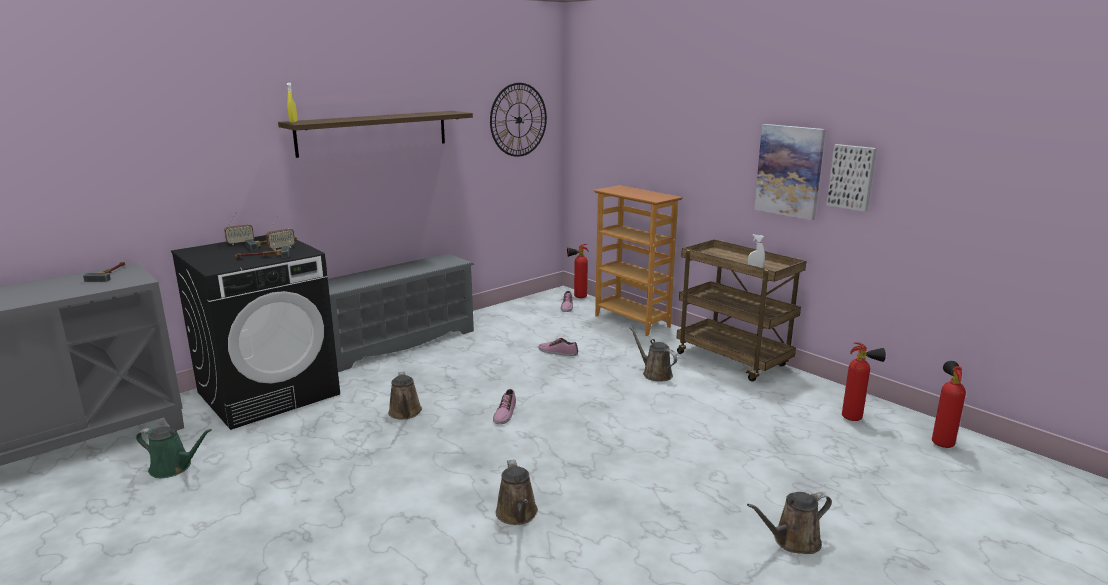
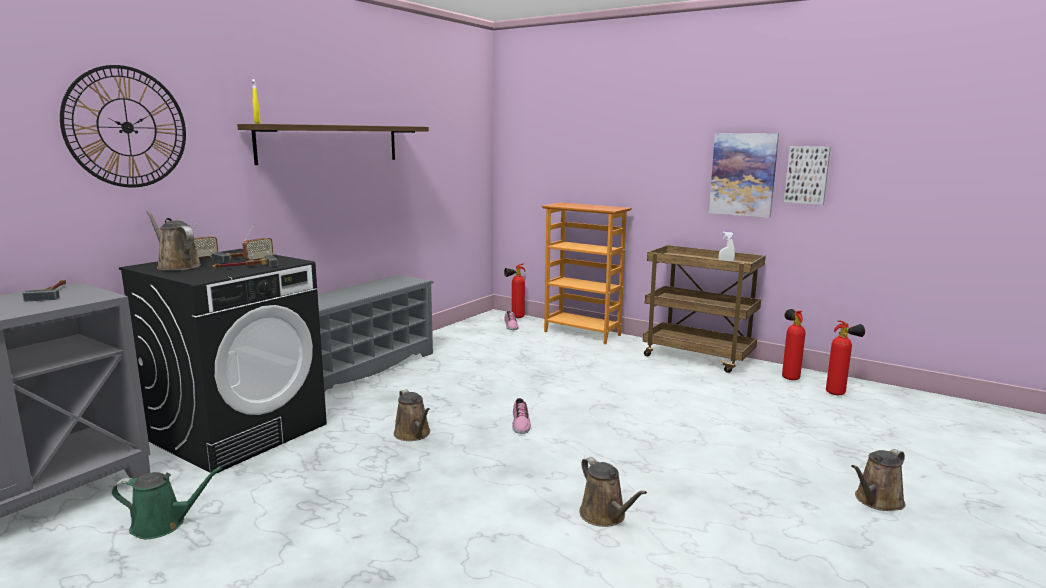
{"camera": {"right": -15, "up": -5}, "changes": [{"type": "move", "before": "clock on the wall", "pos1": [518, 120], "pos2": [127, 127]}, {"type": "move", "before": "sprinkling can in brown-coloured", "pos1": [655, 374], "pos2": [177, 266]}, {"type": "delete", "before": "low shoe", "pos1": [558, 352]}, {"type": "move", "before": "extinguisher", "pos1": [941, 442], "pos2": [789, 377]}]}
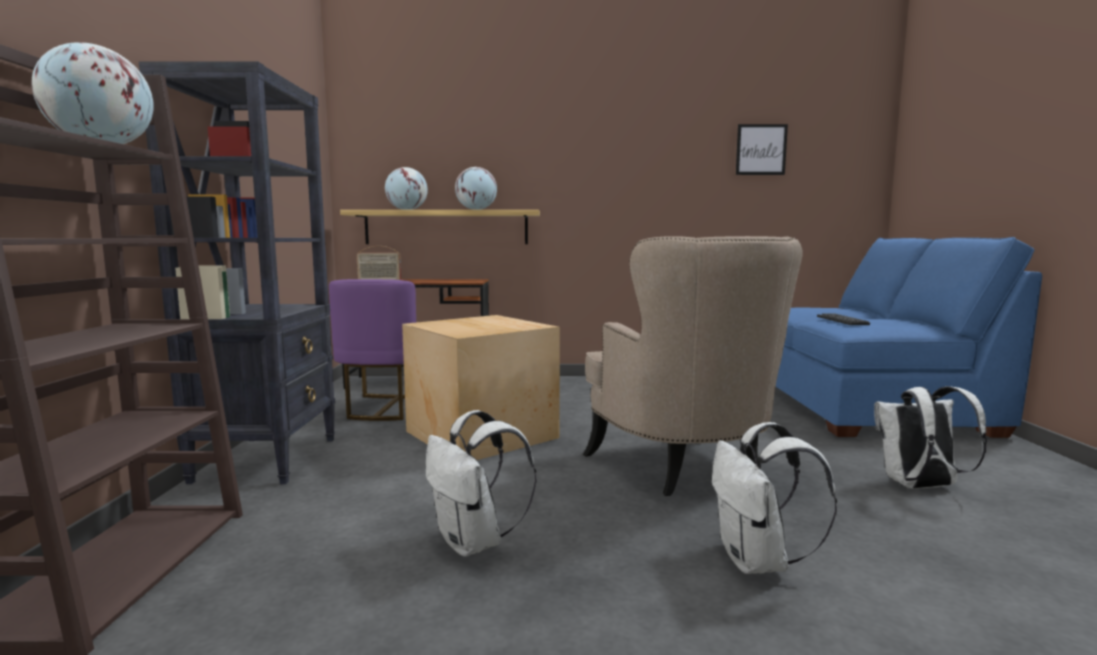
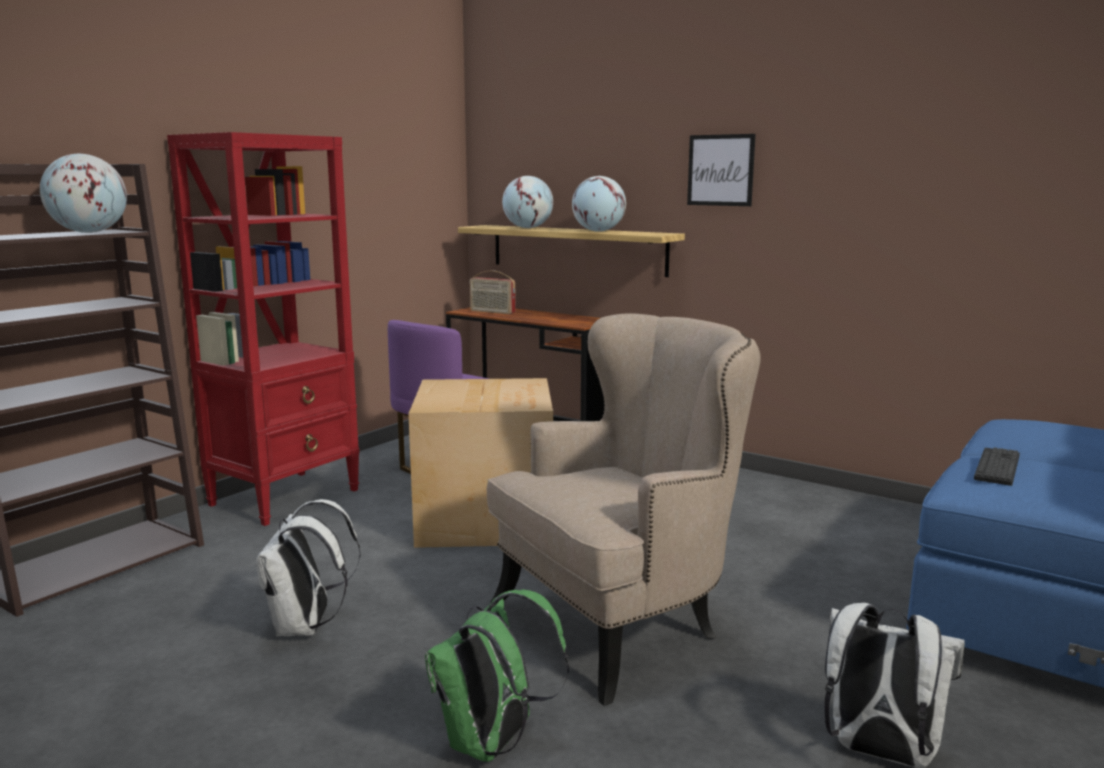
{"camera": {"right": 35, "up": 5}, "changes": [{"type": "recolor", "before": "shelving unit in black-coloured", "after": "shelving unit in red-coloured", "pos1": [268, 459], "pos2": [286, 497]}, {"type": "move", "before": "wall art", "pos1": [761, 149], "pos2": [720, 170]}, {"type": "rotate", "before": "lounge chair in beige-coloured", "pos1": [686, 468], "pos2": [620, 623], "turn": -135}, {"type": "recolor", "before": "knapsack in whitish", "after": "knapsack in green-coloured", "pos1": [758, 562], "pos2": [492, 744]}]}
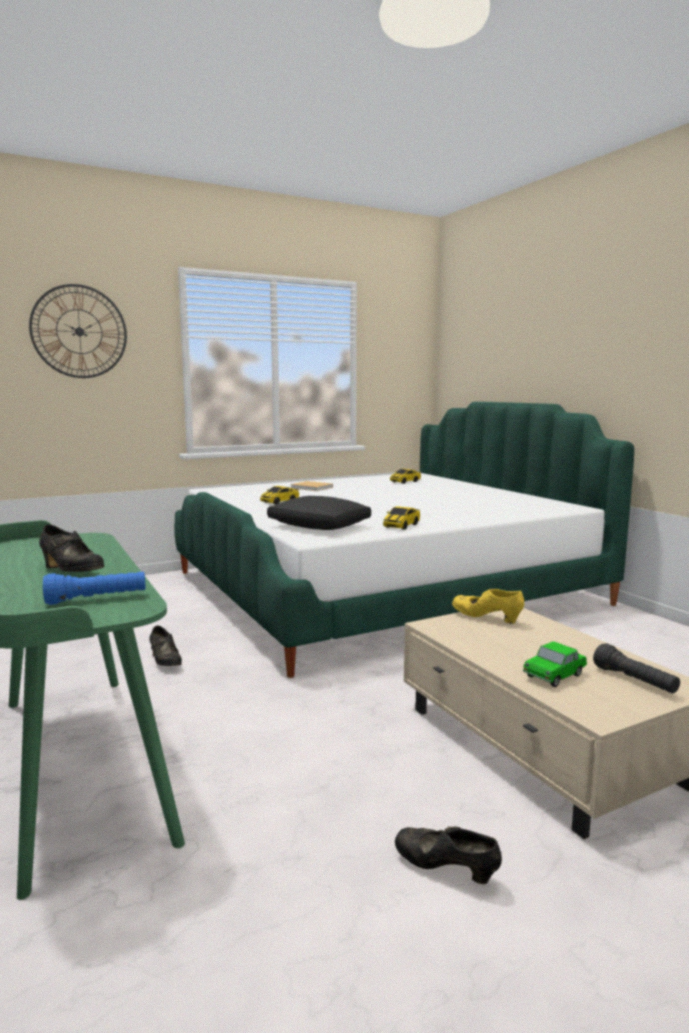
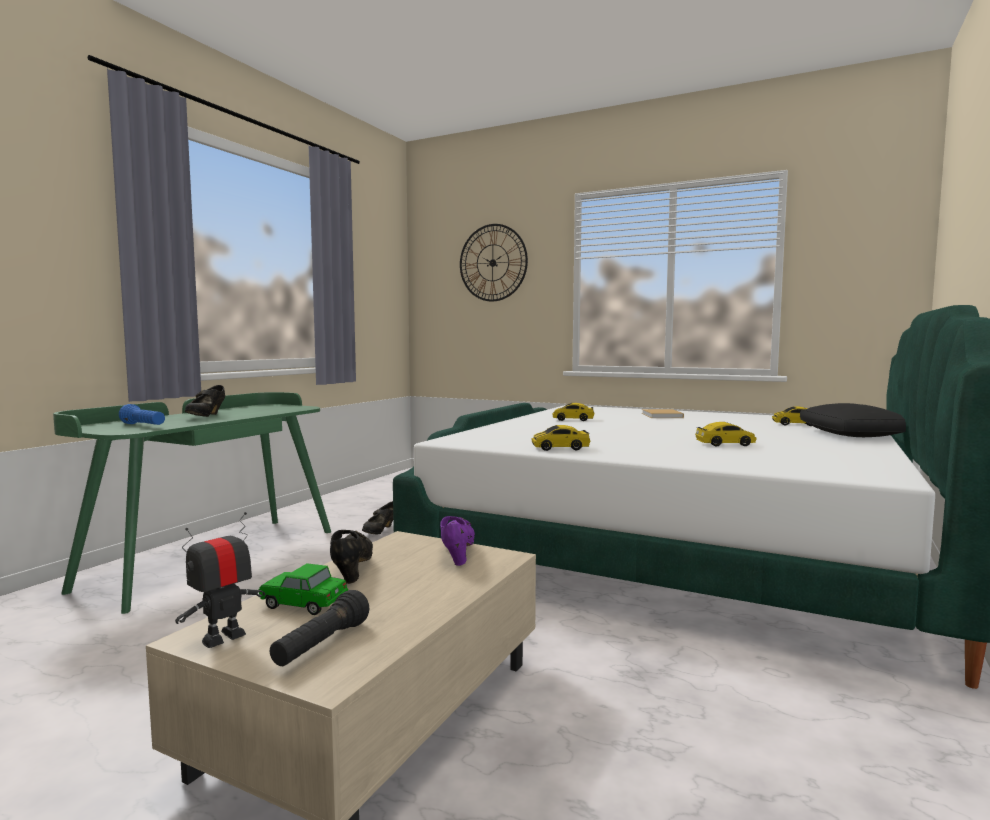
{"camera": {"right": 55, "up": -5}, "changes": [{"type": "move", "before": "pillow in black-coloured", "pos1": [320, 526], "pos2": [852, 435]}, {"type": "recolor", "before": "low shoe in yellowish", "after": "low shoe in purplish", "pos1": [486, 618], "pos2": [456, 553]}, {"type": "move", "before": "low shoe in black-coloured", "pos1": [445, 869], "pos2": [351, 569]}, {"type": "insert", "after": "miniature car", "pos2": [725, 444]}, {"type": "insert", "after": "robot figure", "pos2": [223, 638]}]}
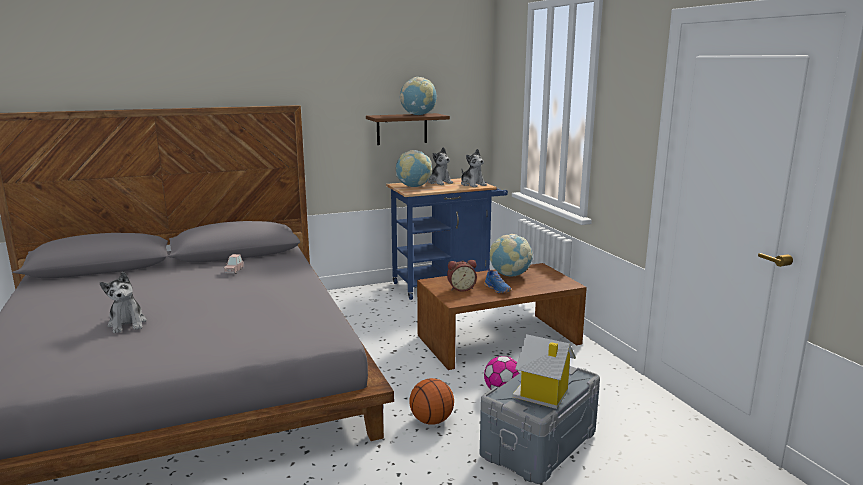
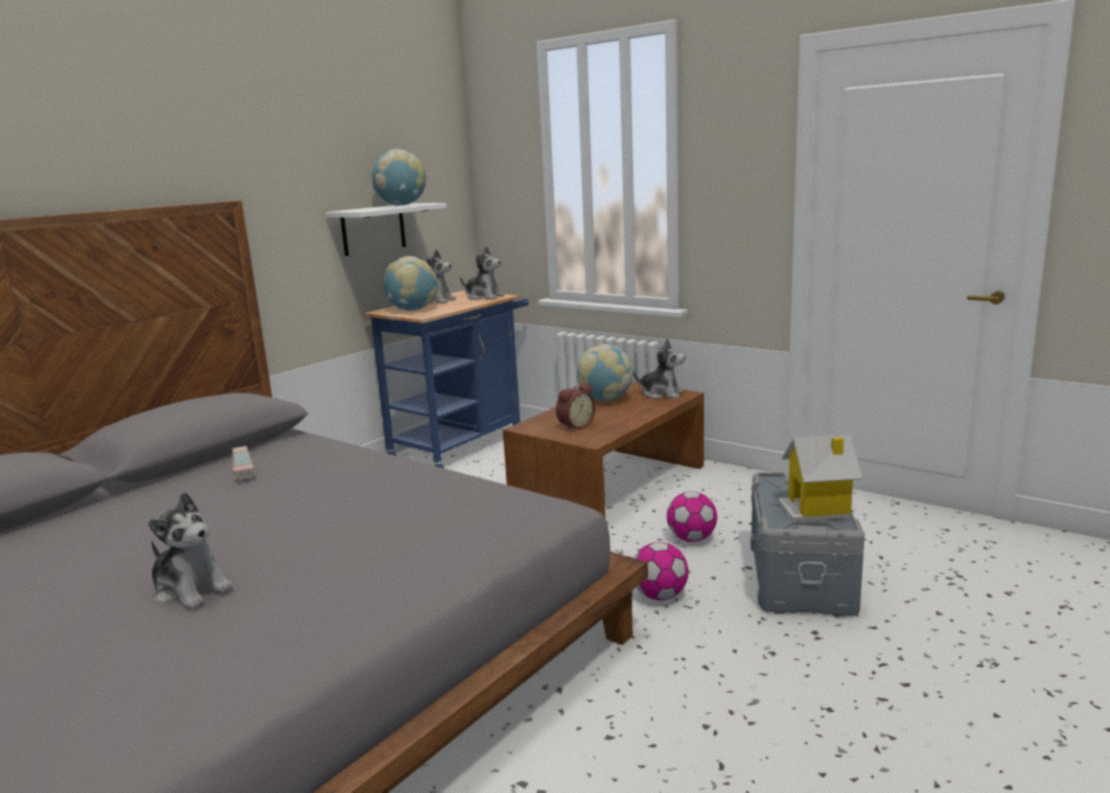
{"camera": {"right": -30, "up": 0}, "changes": [{"type": "recolor", "before": "shelf in brown-coloured", "after": "shelf in whitish", "pos1": [402, 129], "pos2": [373, 229]}, {"type": "delete", "before": "low shoe in blue-coloured", "pos1": [498, 289]}, {"type": "replace", "before": "ball for basketball", "after": "football", "pos1": [431, 421], "pos2": [659, 596]}, {"type": "insert", "after": "soft toy", "pos2": [661, 394]}]}
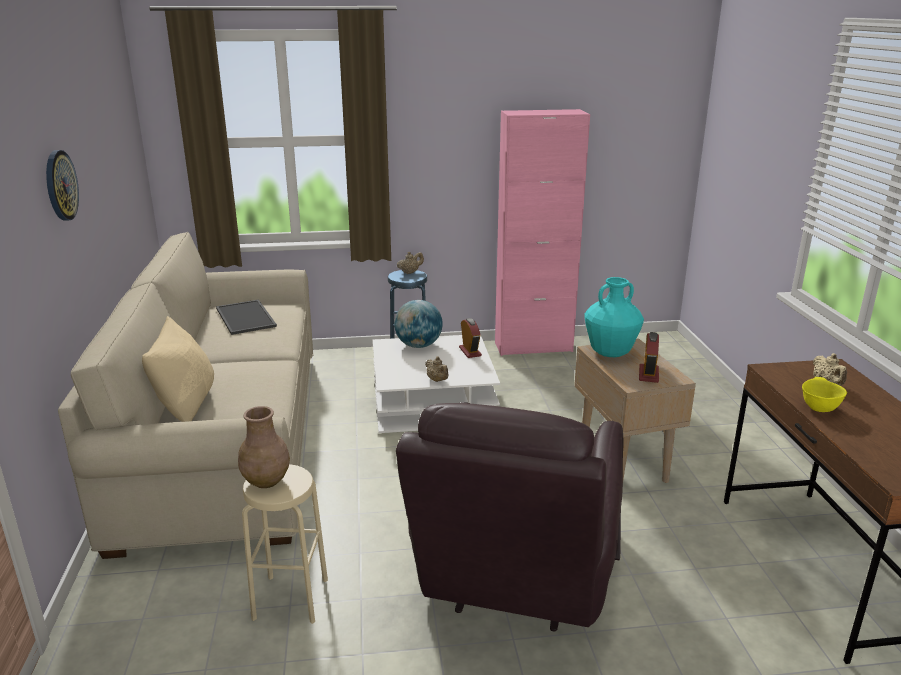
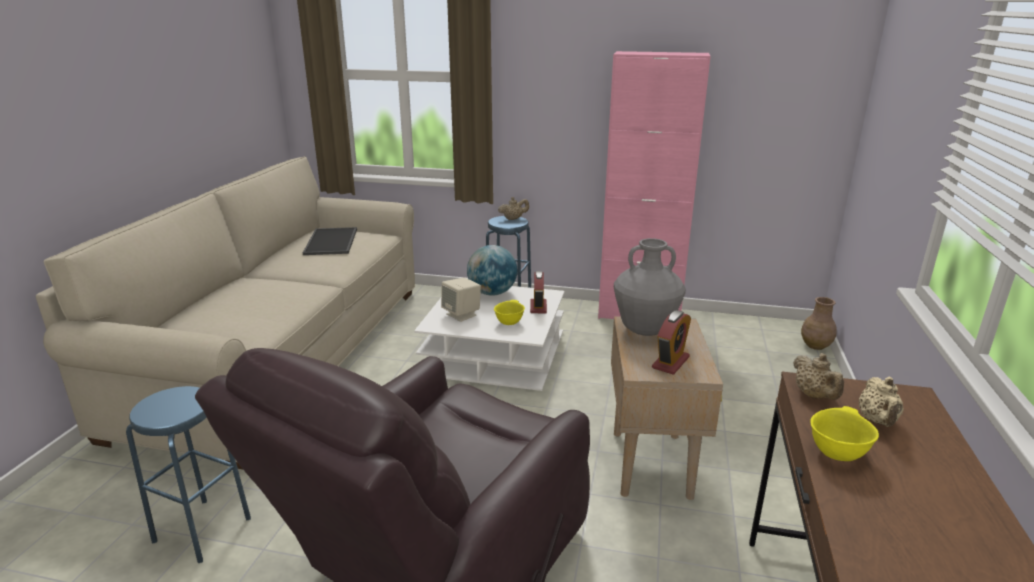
{"camera": {"right": 20, "up": 0}, "changes": [{"type": "delete", "before": "clock on the wall", "pos1": [60, 185]}, {"type": "recolor", "before": "decorative vase in blue-green", "after": "decorative vase in greyish", "pos1": [610, 353], "pos2": [644, 330]}, {"type": "delete", "before": "pillow in beige-coloured", "pos1": [185, 404]}, {"type": "move", "before": "pot for tea in beige-coloured", "pos1": [437, 380], "pos2": [814, 396]}, {"type": "move", "before": "decorative vase in brown-coloured", "pos1": [266, 481], "pos2": [815, 346]}, {"type": "recolor", "before": "stool in beige-coloured", "after": "stool in blue-coloured", "pos1": [290, 598], "pos2": [202, 529]}, {"type": "insert", "after": "loudspeaker in beige-coloured", "pos2": [462, 314]}, {"type": "insert", "after": "deep dish in yellowish", "pos2": [509, 322]}]}
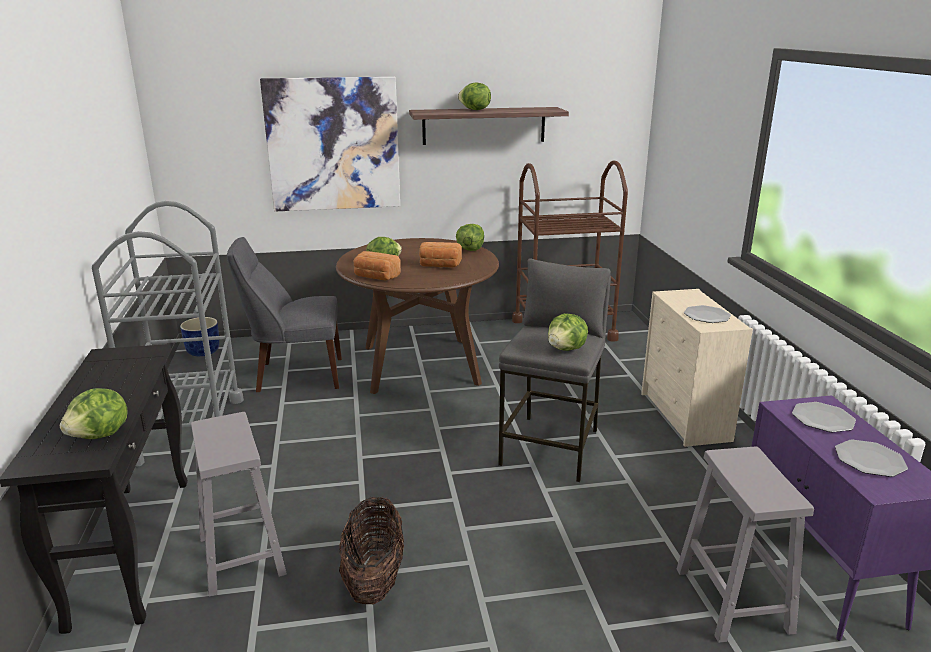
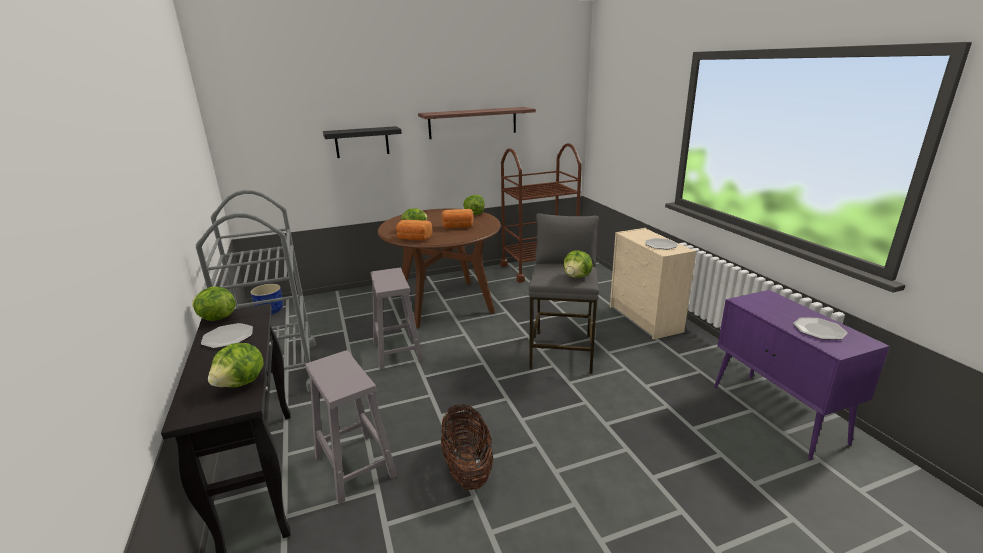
{"camera": {"right": -10, "up": 0}, "changes": [{"type": "replace", "before": "wall art", "after": "shelf in black-coloured", "pos1": [333, 144], "pos2": [362, 142]}, {"type": "move", "before": "lettuce head", "pos1": [474, 110], "pos2": [216, 318]}, {"type": "delete", "before": "upright chair in greyish", "pos1": [295, 375]}, {"type": "move", "before": "plate", "pos1": [823, 419], "pos2": [228, 337]}, {"type": "move", "before": "stool in greyish", "pos1": [731, 598], "pos2": [397, 351]}]}
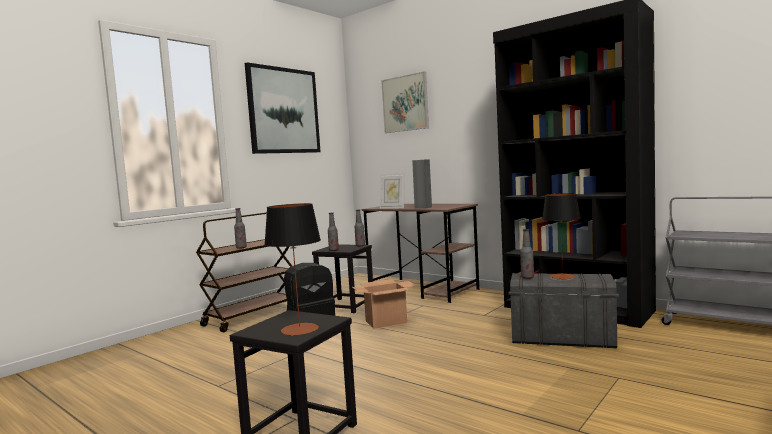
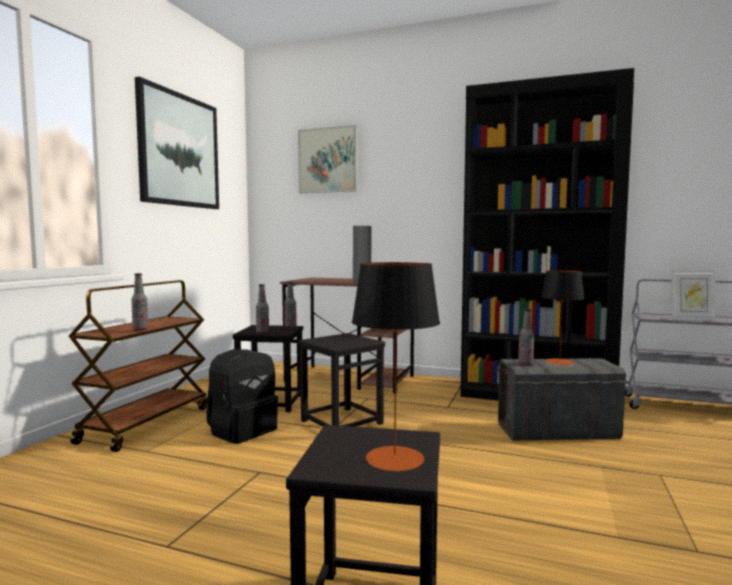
{"camera": {"right": -20, "up": 0}, "changes": [{"type": "move", "before": "photo frame", "pos1": [393, 208], "pos2": [691, 319]}, {"type": "replace", "before": "packing box", "after": "stool in black-coloured", "pos1": [386, 322], "pos2": [341, 422]}]}
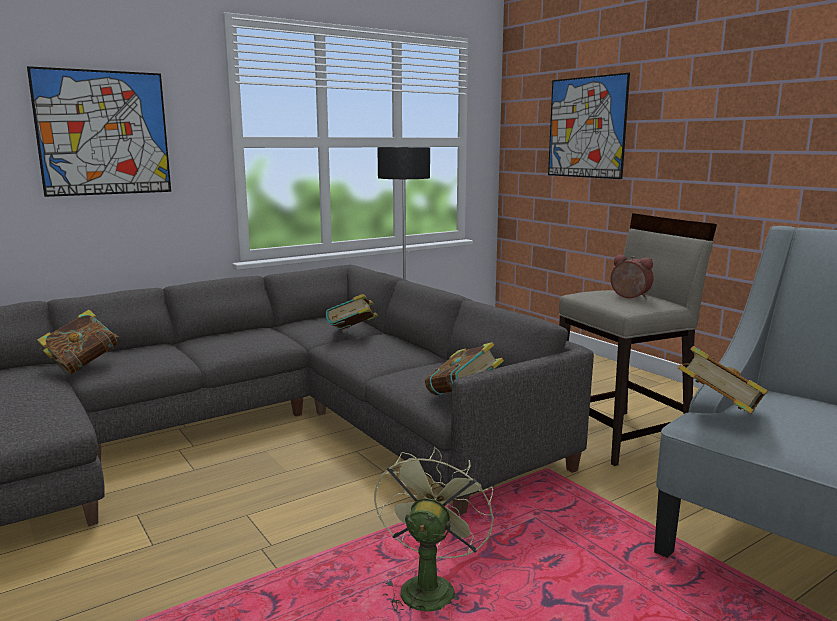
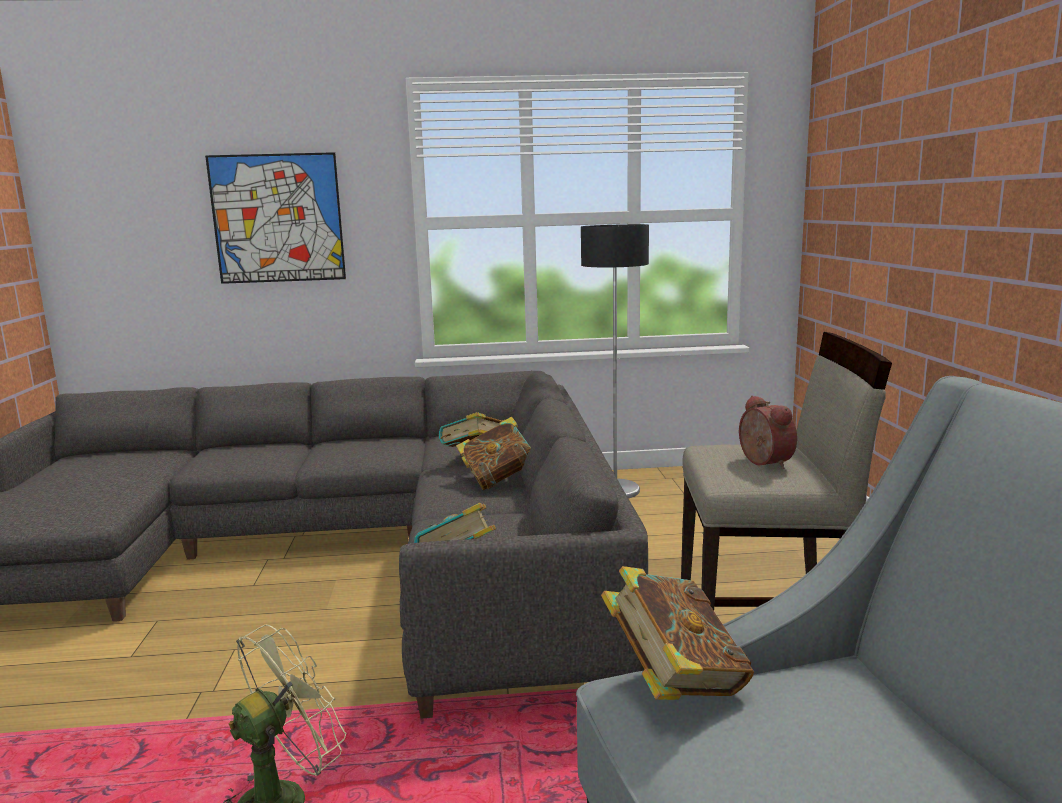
{"camera": {"right": 30, "up": 0}, "changes": [{"type": "delete", "before": "wall art", "pos1": [586, 127]}, {"type": "move", "before": "bound book", "pos1": [83, 365], "pos2": [499, 480]}]}
